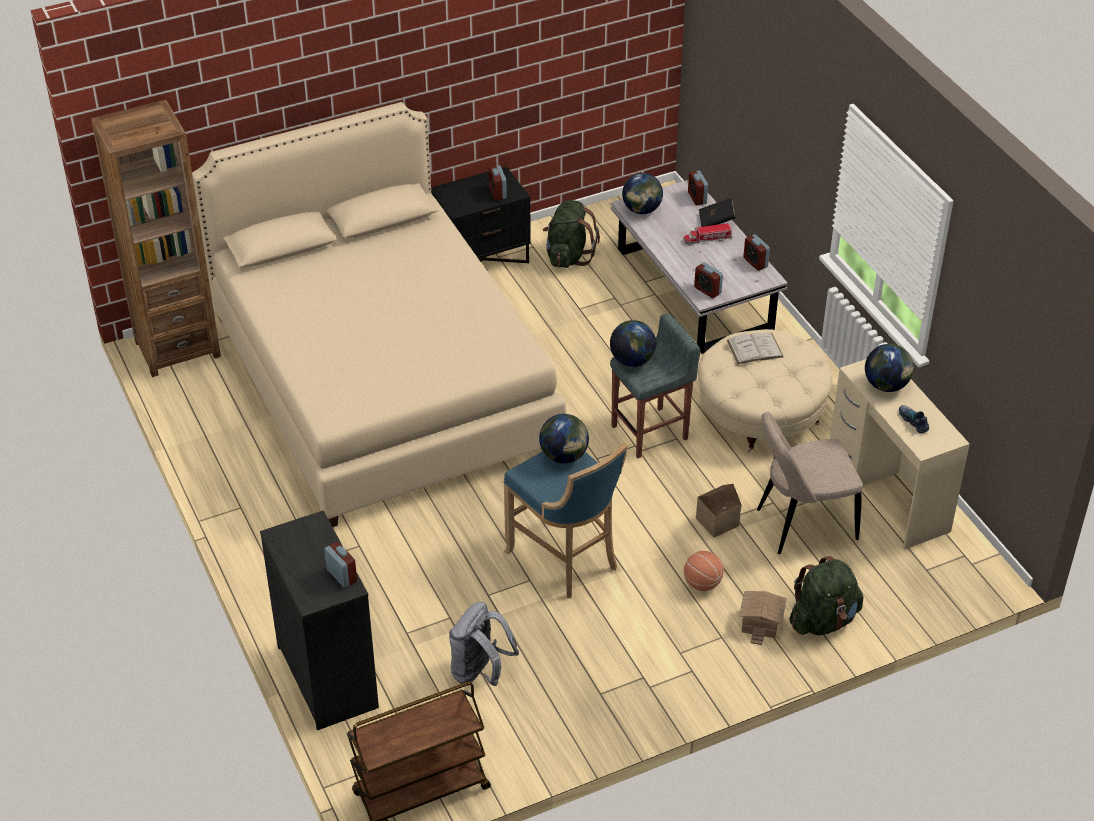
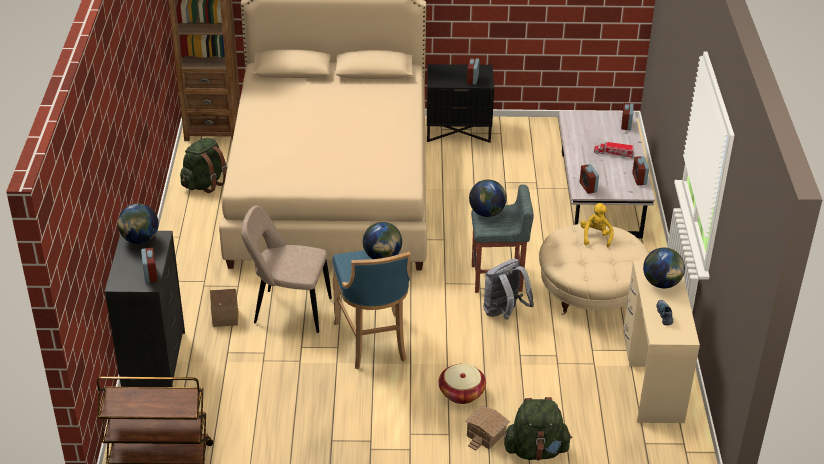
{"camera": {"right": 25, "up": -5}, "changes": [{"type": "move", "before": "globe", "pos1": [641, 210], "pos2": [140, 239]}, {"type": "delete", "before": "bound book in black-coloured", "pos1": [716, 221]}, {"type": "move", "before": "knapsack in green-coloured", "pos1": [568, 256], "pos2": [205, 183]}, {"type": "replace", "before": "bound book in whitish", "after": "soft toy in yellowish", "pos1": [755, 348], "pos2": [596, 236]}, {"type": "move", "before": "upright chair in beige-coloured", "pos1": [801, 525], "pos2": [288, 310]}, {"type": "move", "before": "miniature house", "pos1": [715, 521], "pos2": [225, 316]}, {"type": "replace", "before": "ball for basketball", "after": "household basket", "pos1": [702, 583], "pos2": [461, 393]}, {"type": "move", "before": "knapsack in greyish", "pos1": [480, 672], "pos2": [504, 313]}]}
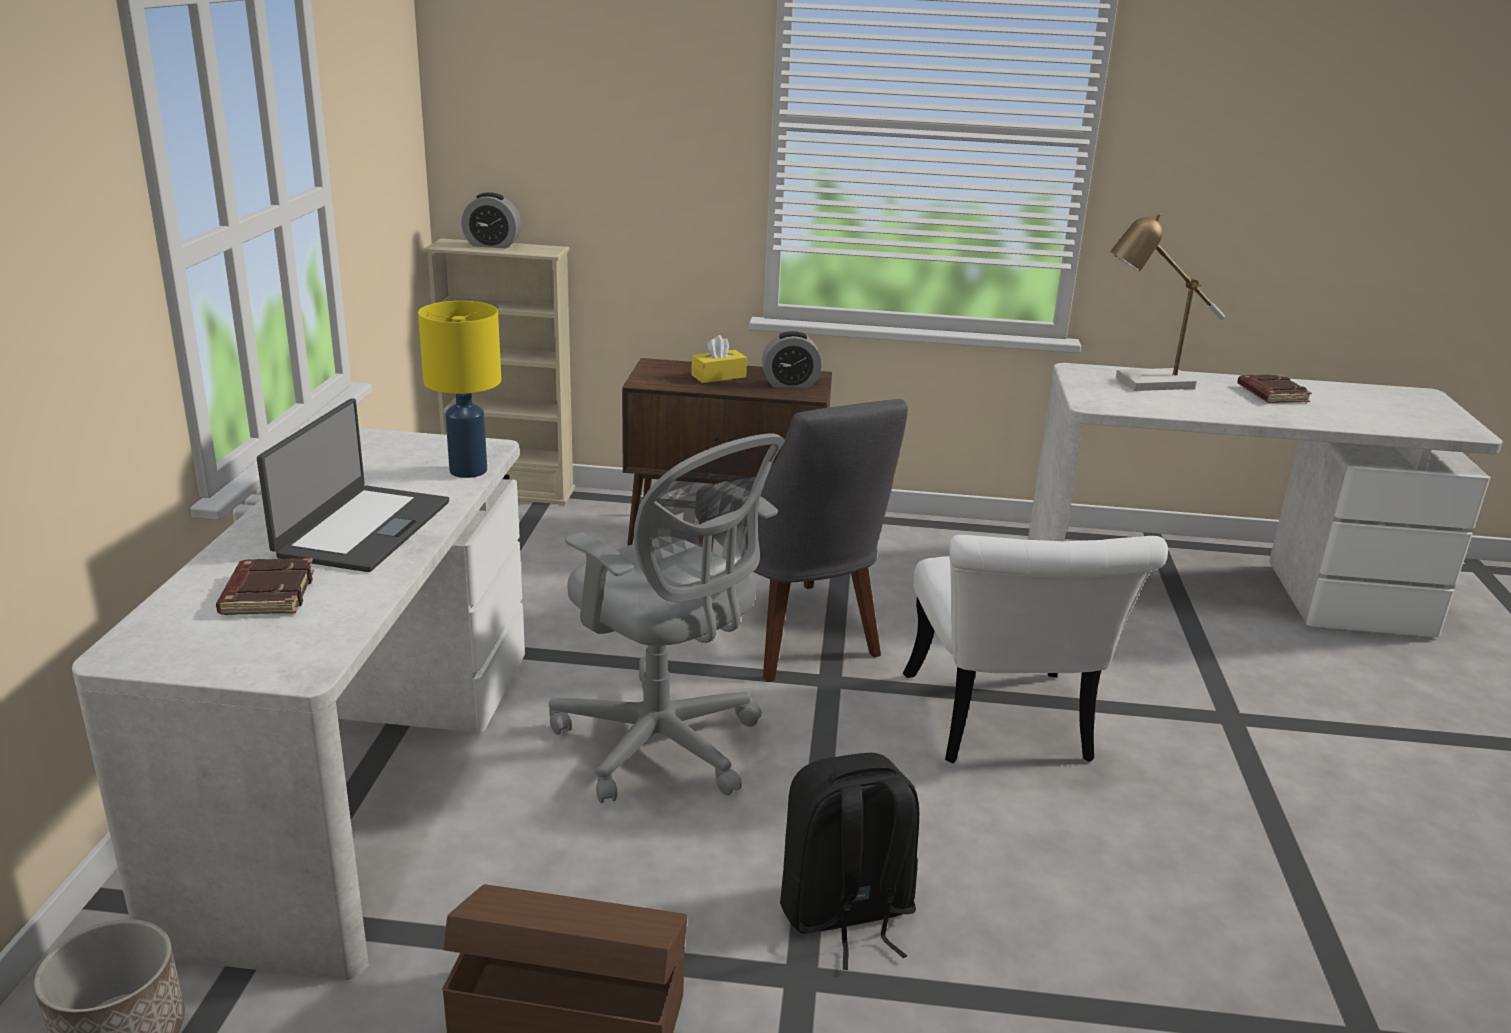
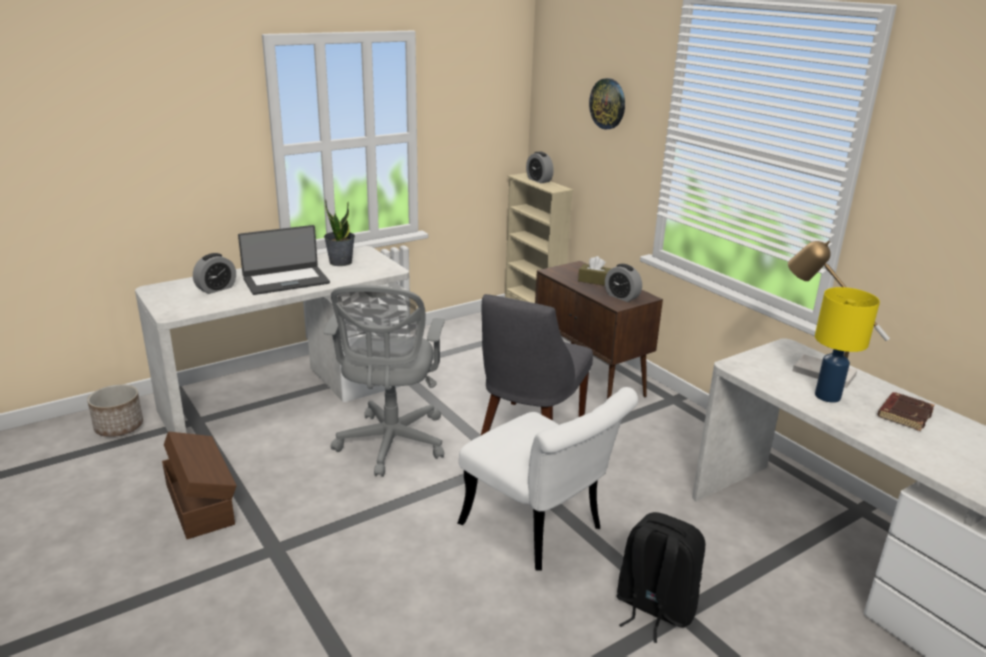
{"camera": {"right": 50, "up": 0}, "changes": [{"type": "move", "before": "tabletop lamp in yellowish", "pos1": [467, 471], "pos2": [826, 396]}, {"type": "recolor", "before": "tissue holder in yellowish", "after": "tissue holder in brown-coloured", "pos1": [718, 376], "pos2": [594, 281]}, {"type": "rotate", "before": "upright chair in whitish", "pos1": [1002, 728], "pos2": [540, 531], "turn": -90}, {"type": "replace", "before": "bound book in brown-coloured", "after": "table clock", "pos1": [266, 594], "pos2": [216, 288]}, {"type": "move", "before": "knapsack in black-coloured", "pos1": [846, 914], "pos2": [653, 608]}, {"type": "insert", "after": "clock on the wall", "pos2": [608, 104]}, {"type": "insert", "after": "potted plant", "pos2": [340, 262]}]}
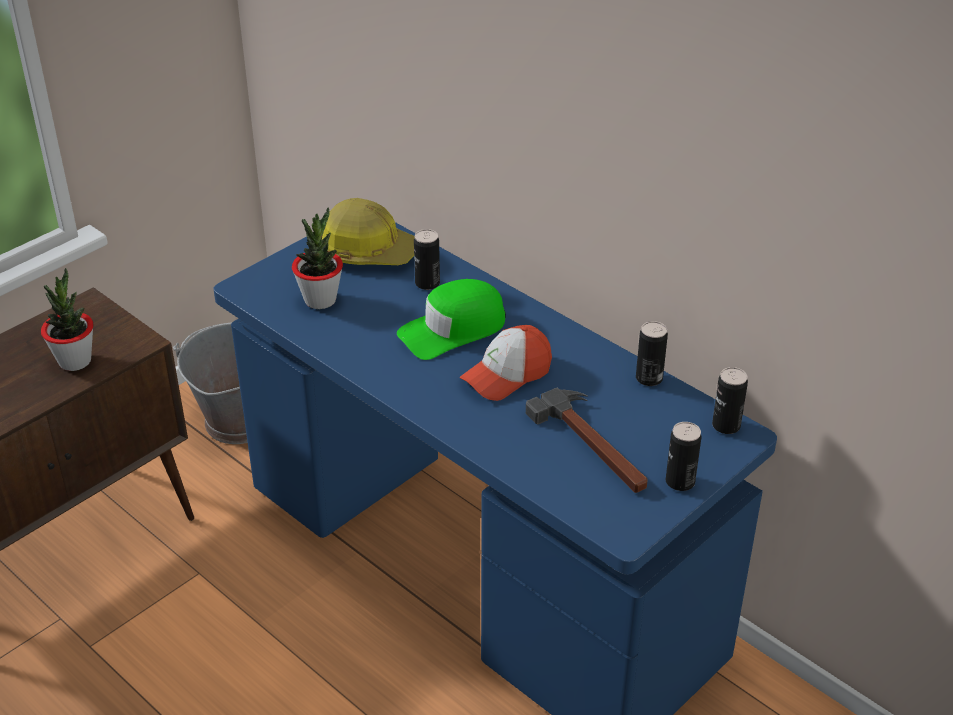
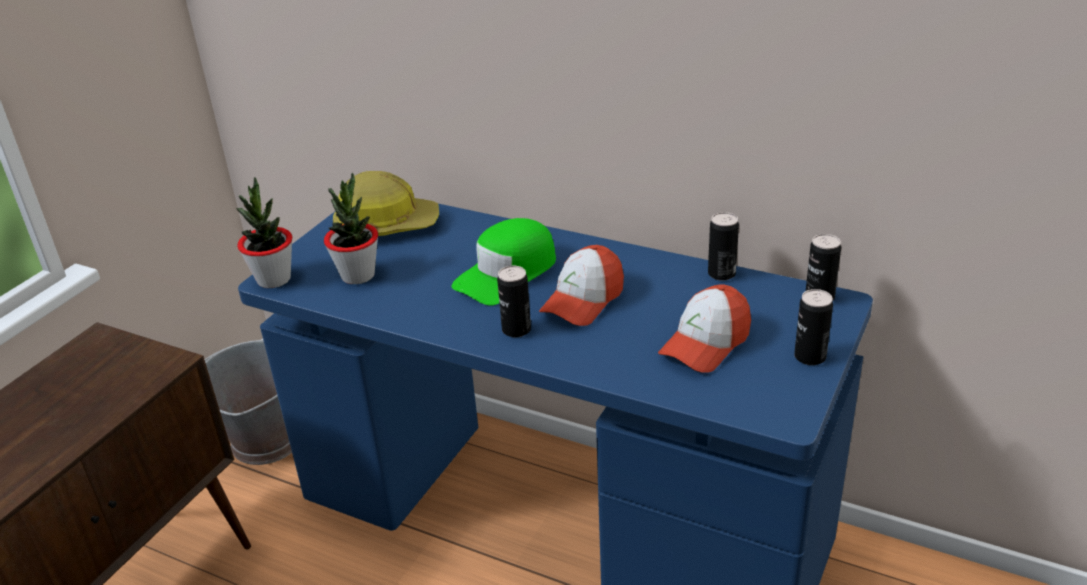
{"camera": {"right": -15, "up": -5}, "changes": [{"type": "move", "before": "metal can", "pos1": [427, 283], "pos2": [516, 330]}, {"type": "move", "before": "potted plant", "pos1": [75, 361], "pos2": [274, 279]}, {"type": "replace", "before": "hand hammer", "after": "cap", "pos1": [593, 445], "pos2": [705, 344]}]}
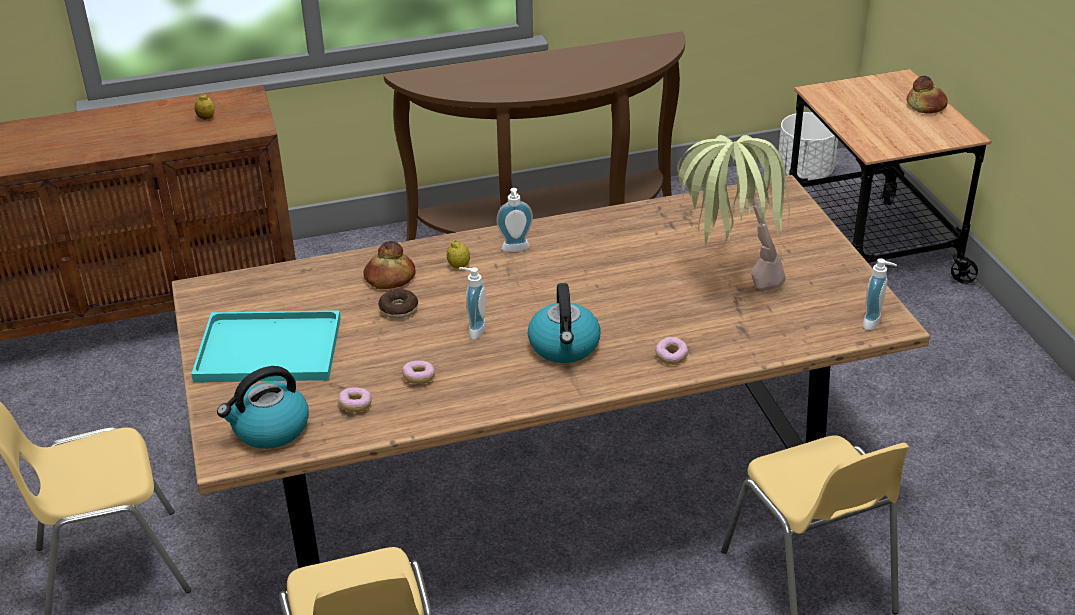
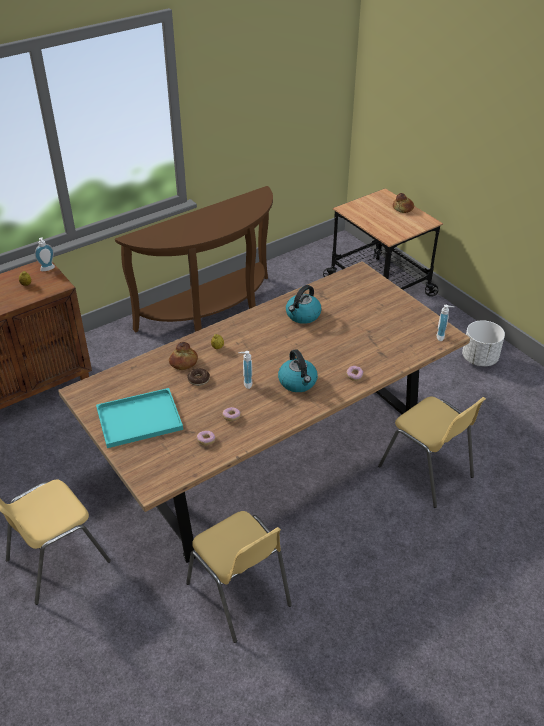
{"camera": {"right": -20, "up": 5}, "changes": [{"type": "move", "before": "plant pot in whitish", "pos1": [805, 173], "pos2": [480, 358]}, {"type": "delete", "before": "potted plant", "pos1": [727, 283]}, {"type": "move", "before": "soap bottle", "pos1": [516, 250], "pos2": [48, 269]}, {"type": "move", "before": "water kettle", "pos1": [270, 429], "pos2": [303, 315]}]}
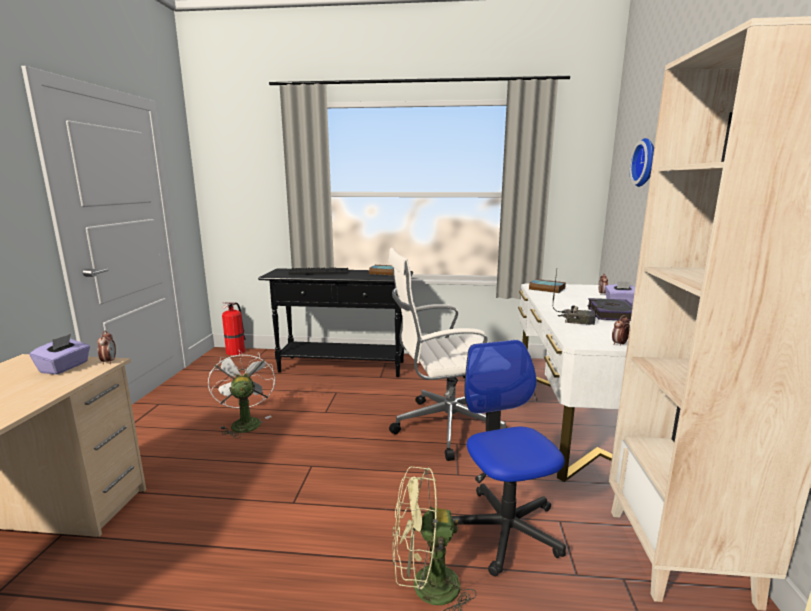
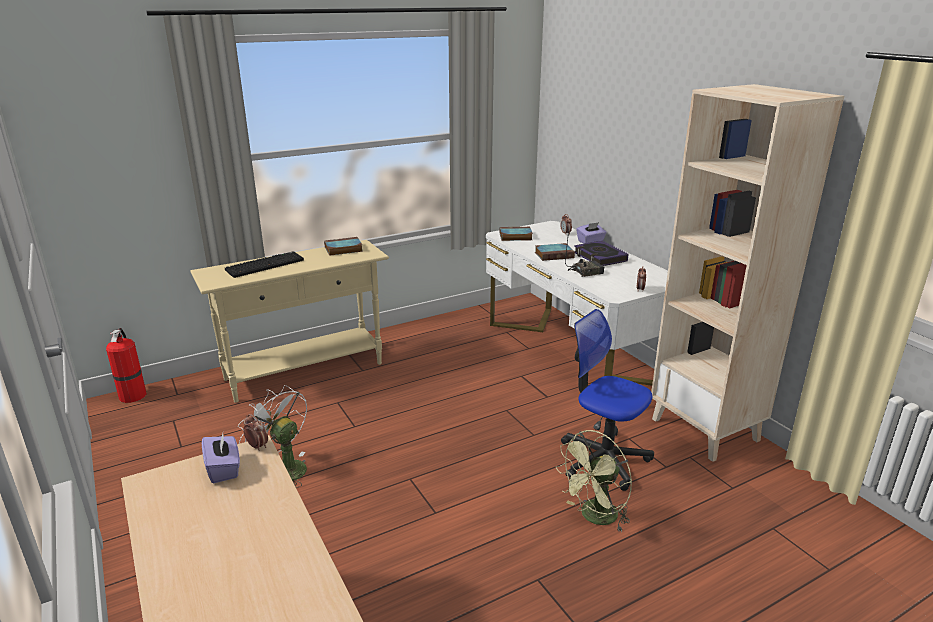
{"camera": {"right": -35, "up": 10}, "changes": [{"type": "delete", "before": "clock on the wall", "pos1": [646, 162]}, {"type": "delete", "before": "computer chair in whitish", "pos1": [445, 426]}, {"type": "recolor", "before": "narrow table in black-coloured", "after": "narrow table in beige-coloured", "pos1": [342, 367], "pos2": [305, 371]}, {"type": "insert", "after": "bound book", "pos2": [554, 255]}]}
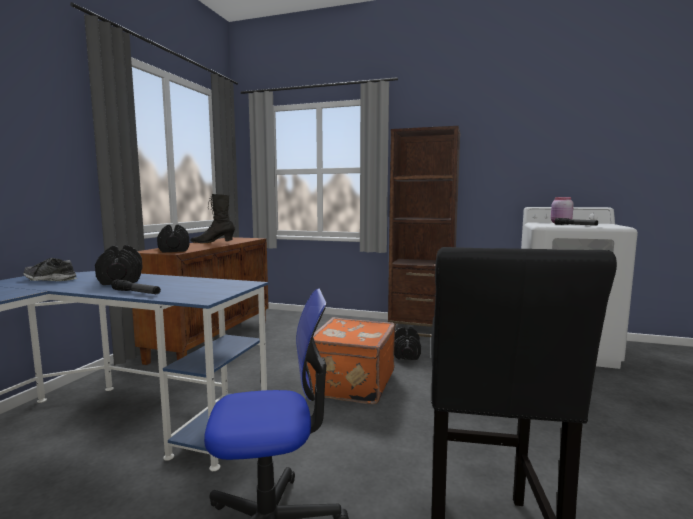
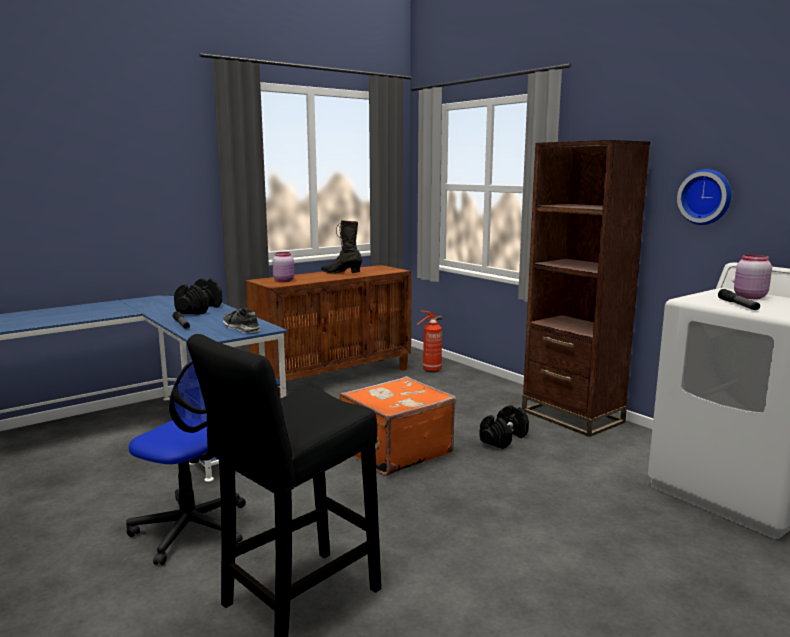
{"camera": {"right": 35, "up": 5}, "changes": [{"type": "replace", "before": "dumbbell in black-coloured", "after": "jar in pink", "pos1": [174, 250], "pos2": [284, 281]}, {"type": "move", "before": "low shoe", "pos1": [50, 279], "pos2": [241, 328]}, {"type": "insert", "after": "clock on the wall", "pos2": [706, 197]}, {"type": "insert", "after": "extinguisher", "pos2": [431, 370]}]}
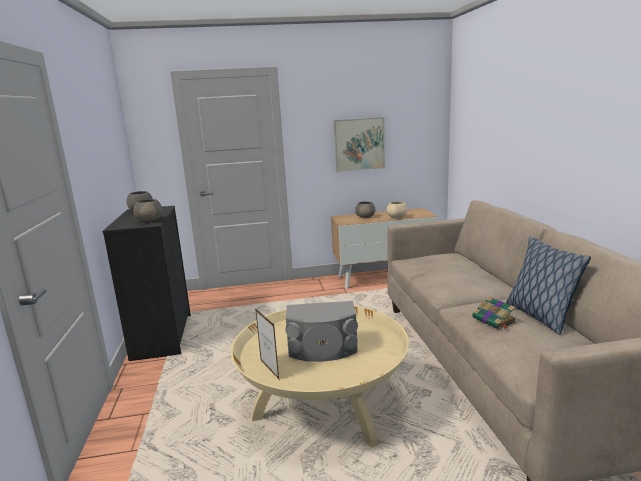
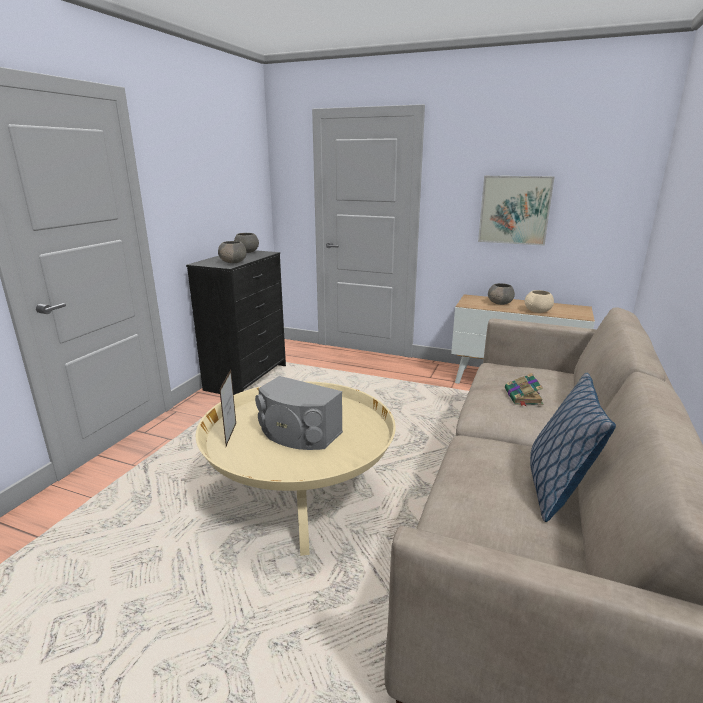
{"camera": {"right": 30, "up": 5}, "changes": [{"type": "move", "before": "bound book", "pos1": [494, 320], "pos2": [523, 397]}]}
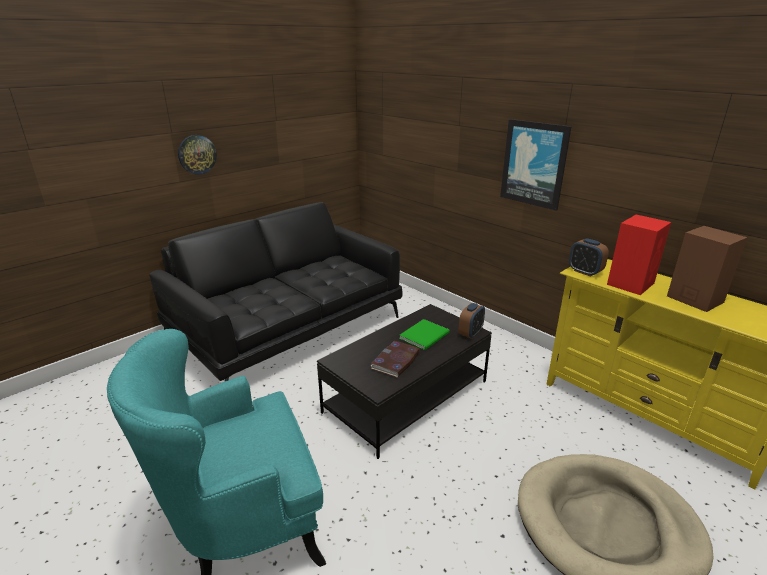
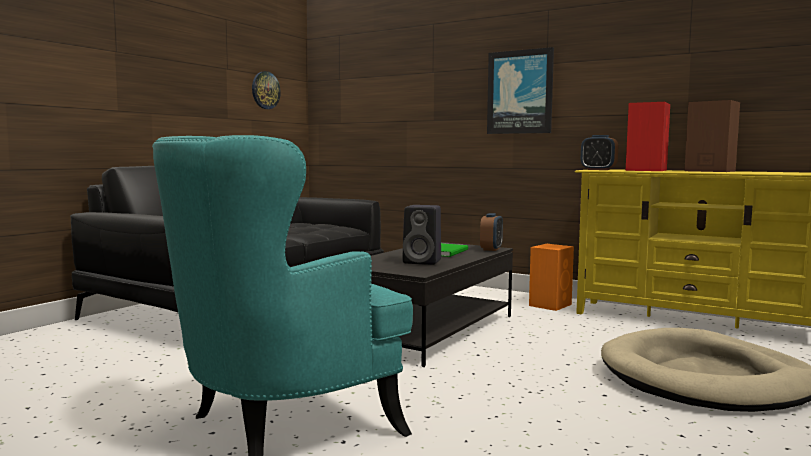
{"camera": {"right": -15, "up": -20}, "changes": [{"type": "move", "before": "clock on the wall", "pos1": [197, 154], "pos2": [265, 90]}, {"type": "replace", "before": "bound book", "after": "loudspeaker in black-coloured", "pos1": [396, 361], "pos2": [423, 261]}, {"type": "insert", "after": "loudspeaker in orangey", "pos2": [550, 305]}]}
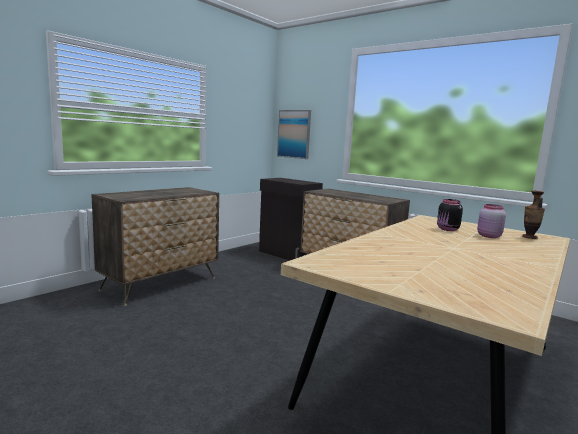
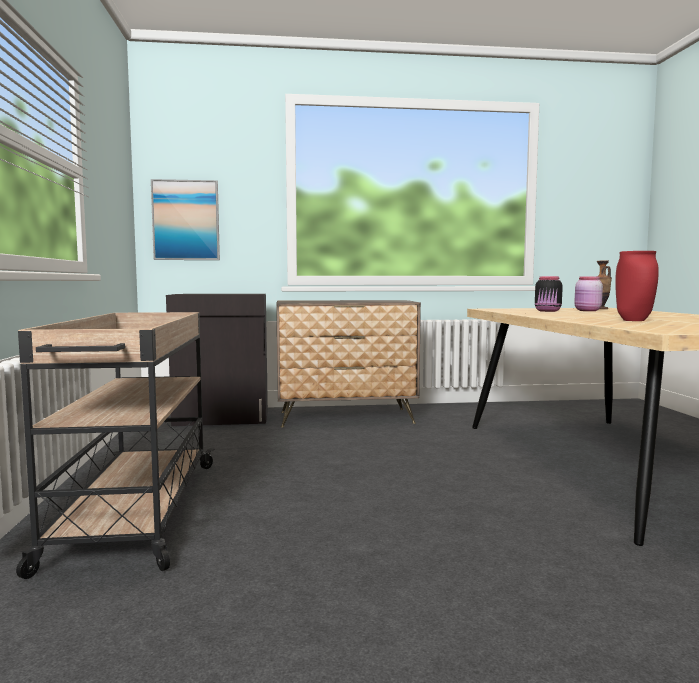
{"camera": {"right": -45, "up": -5}, "changes": [{"type": "replace", "before": "chest of drawers", "after": "trolley in beige-coloured", "pos1": [161, 283], "pos2": [136, 512]}, {"type": "insert", "after": "decorative vase in red-coloured", "pos2": [632, 320]}]}
